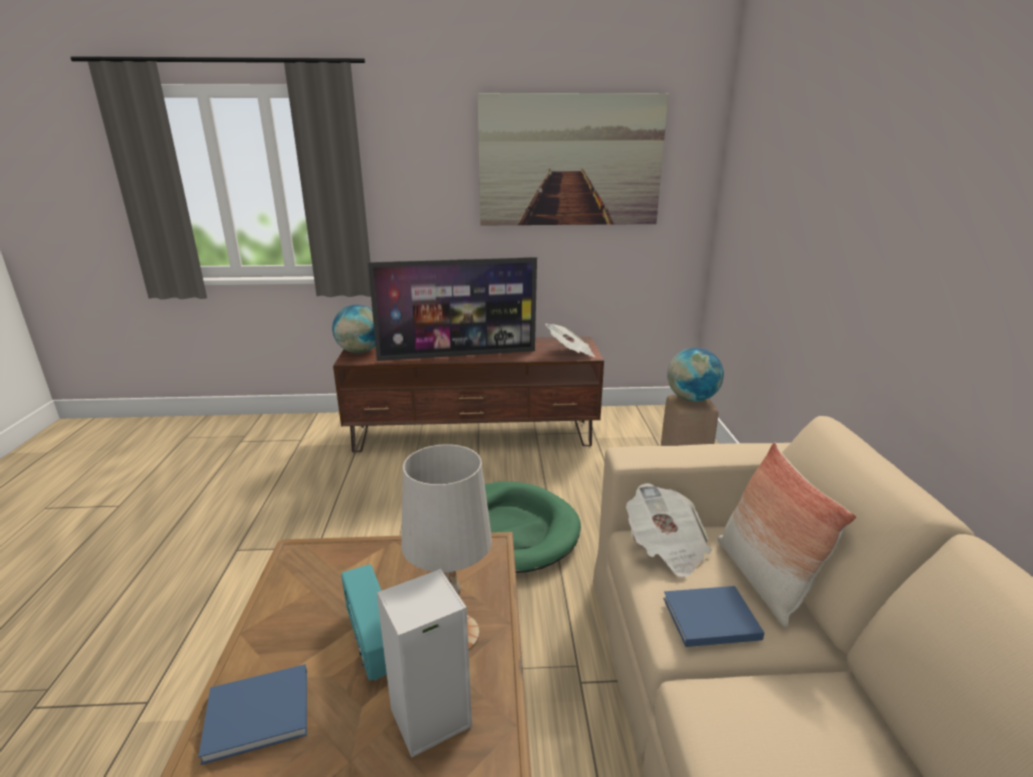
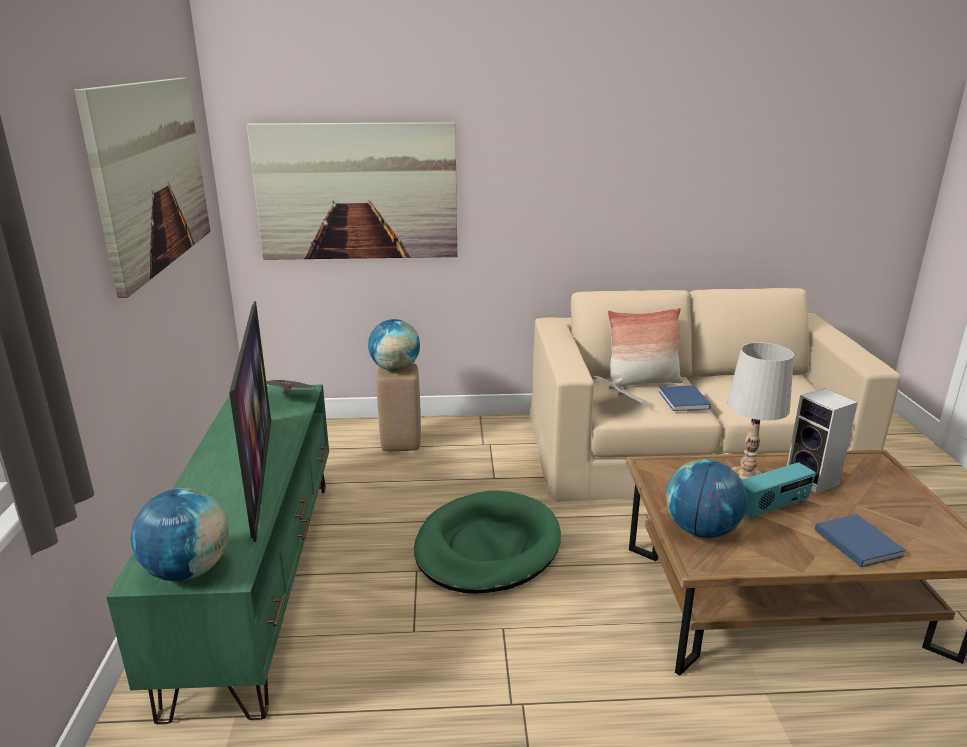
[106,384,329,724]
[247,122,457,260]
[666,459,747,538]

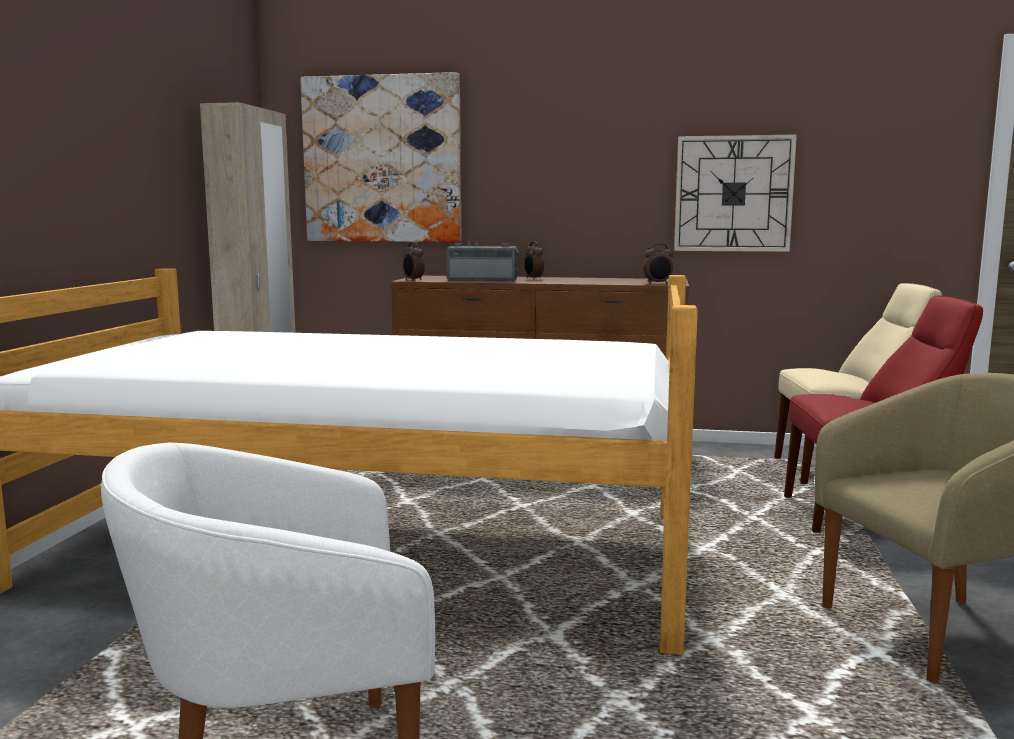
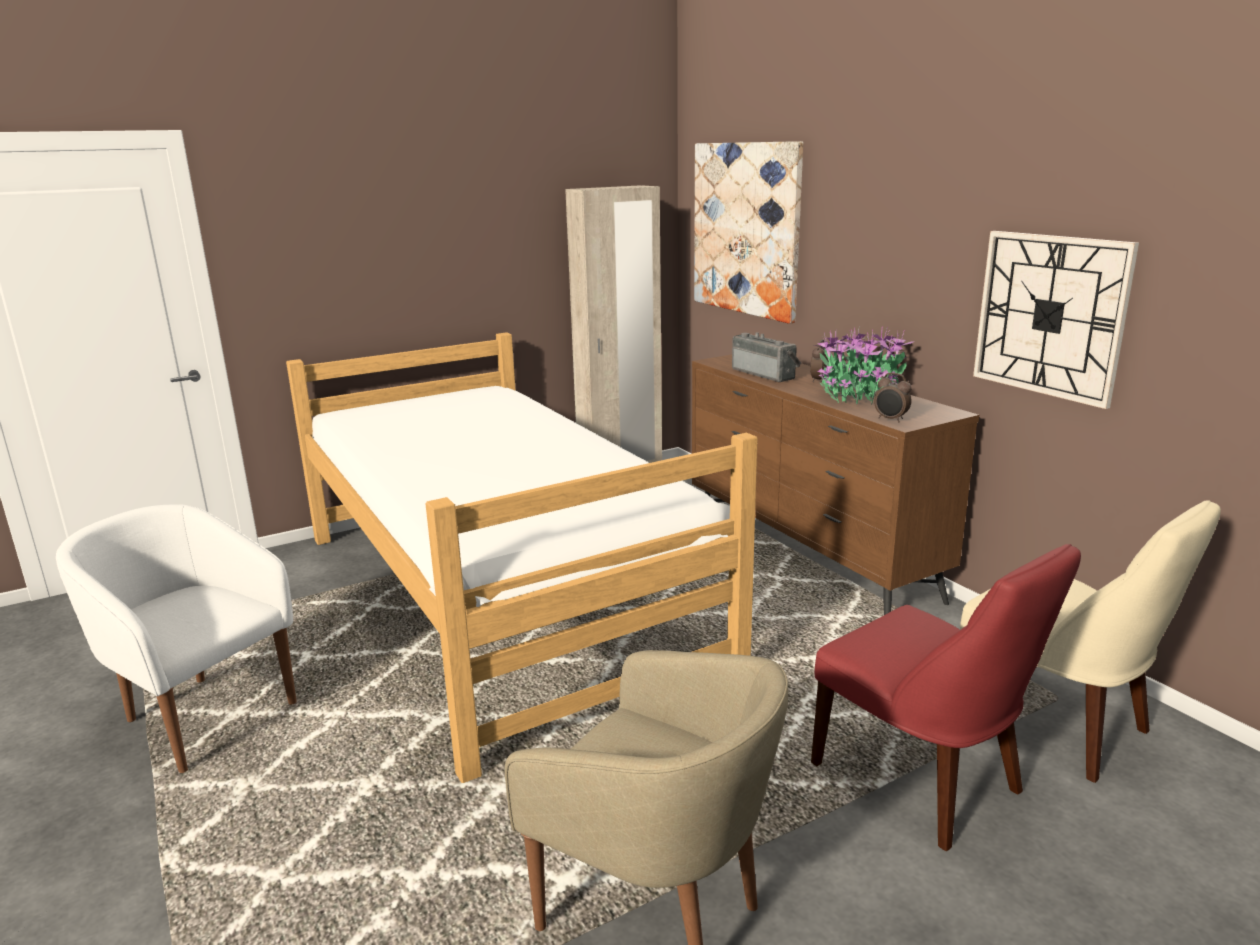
[402,242,425,281] (first image)
[814,326,915,405]

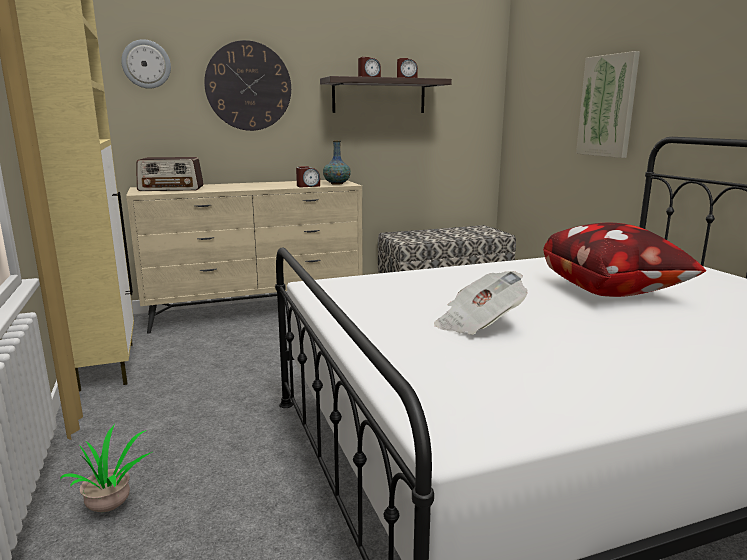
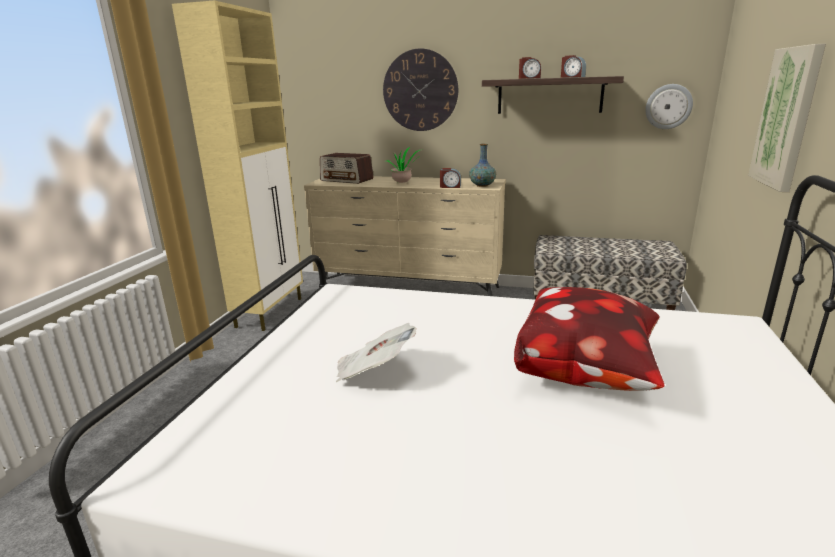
[384,146,420,183]
[645,84,693,129]

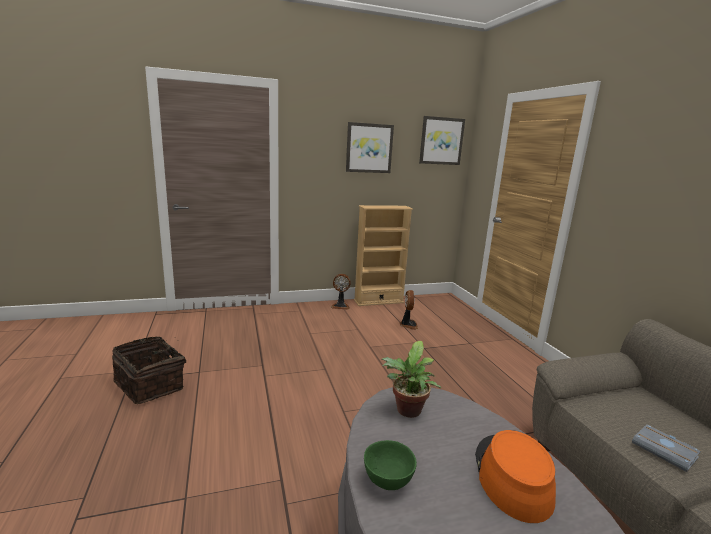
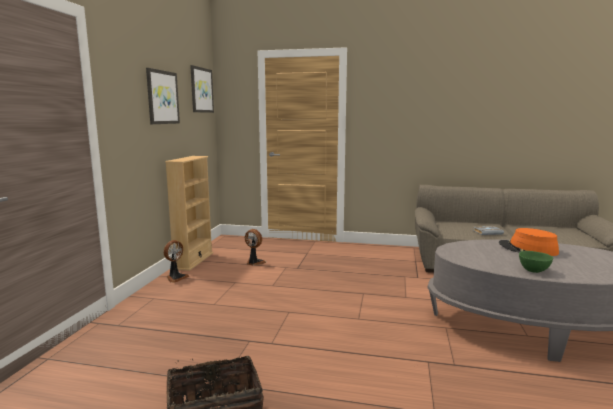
[381,341,441,418] (first image)

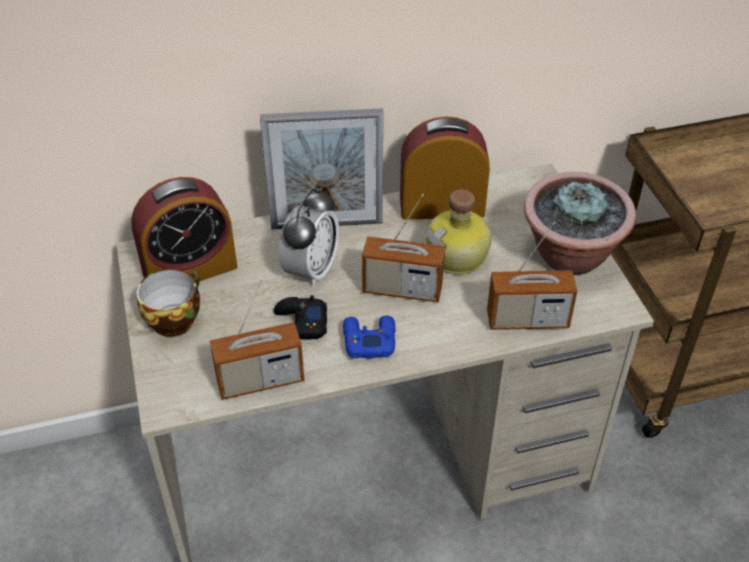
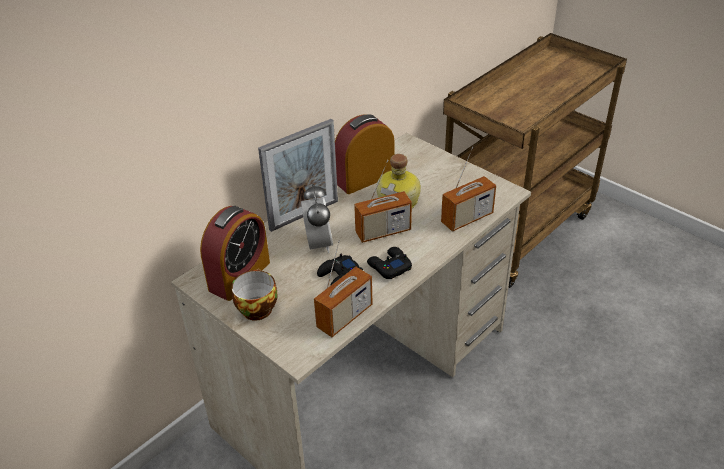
[367,247,412,279]
[524,172,636,275] (first image)

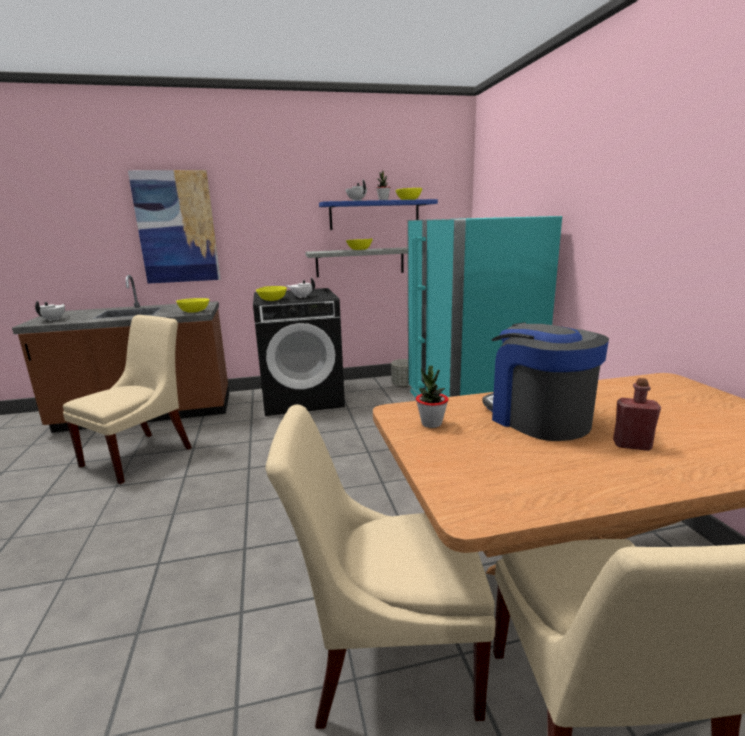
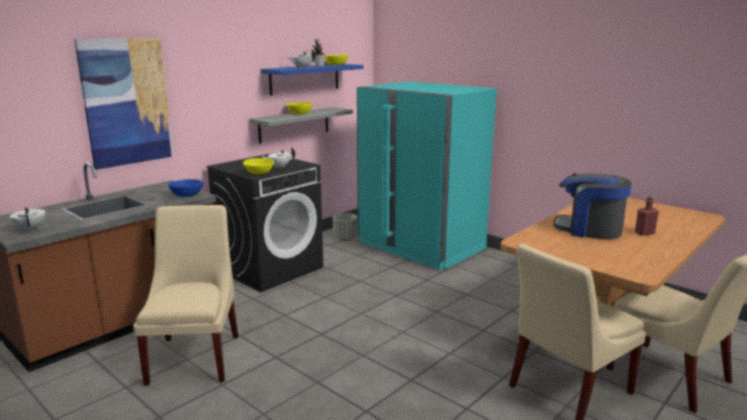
[168,179,204,197]
[416,366,448,428] (first image)

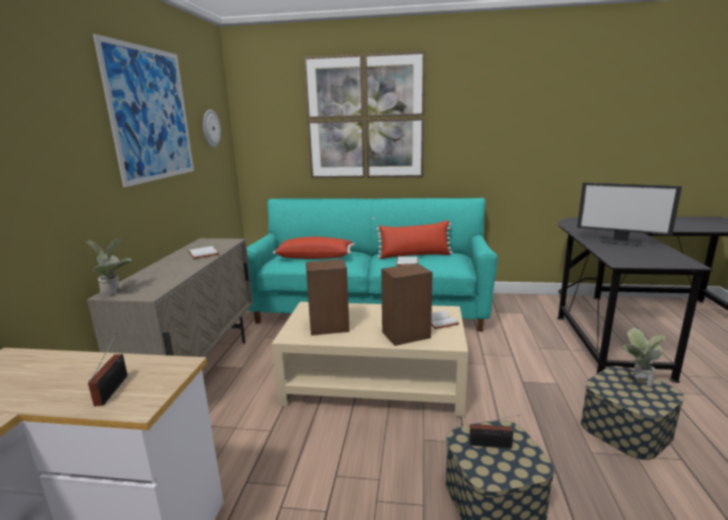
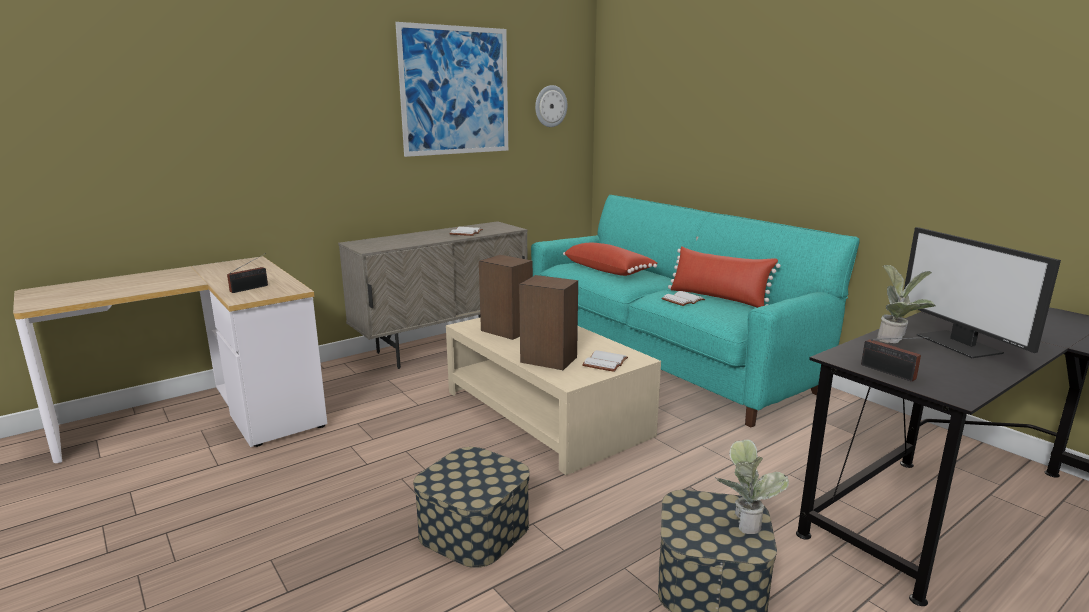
[877,265,936,343]
[303,51,425,178] (first image)
[861,337,931,382]

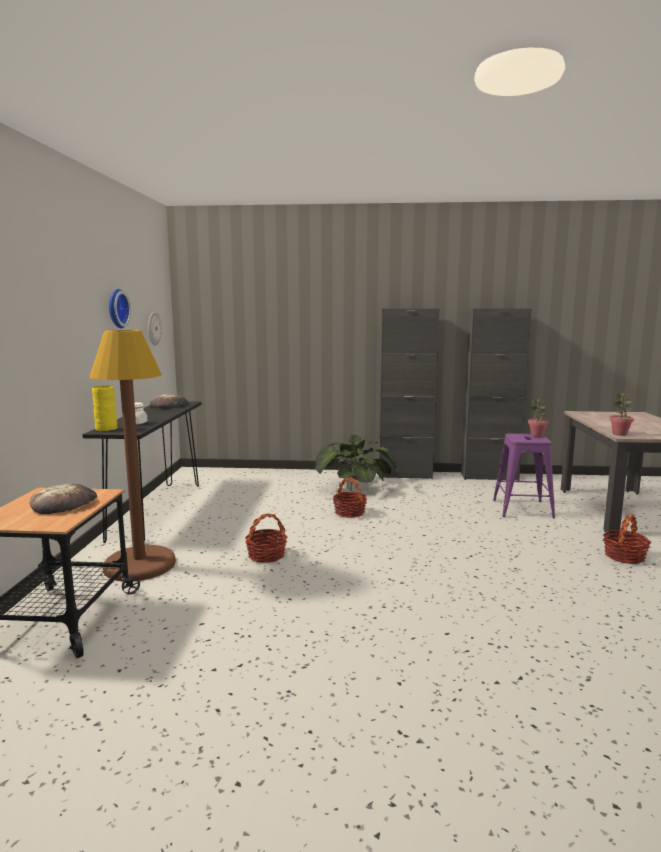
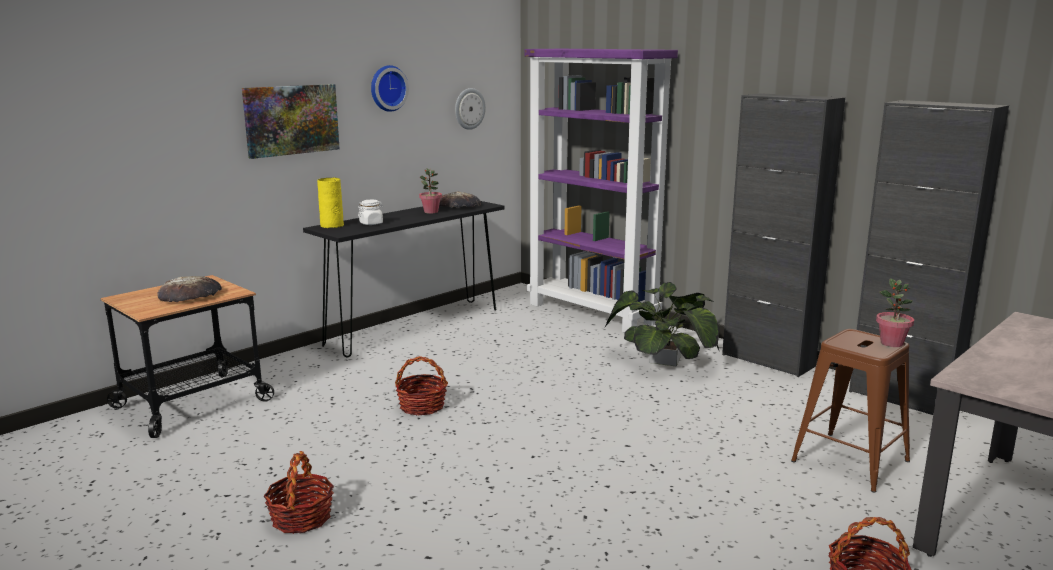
[89,330,176,581] (first image)
[263,451,334,534]
[791,329,910,493]
[419,168,442,213]
[242,84,340,159]
[524,49,678,333]

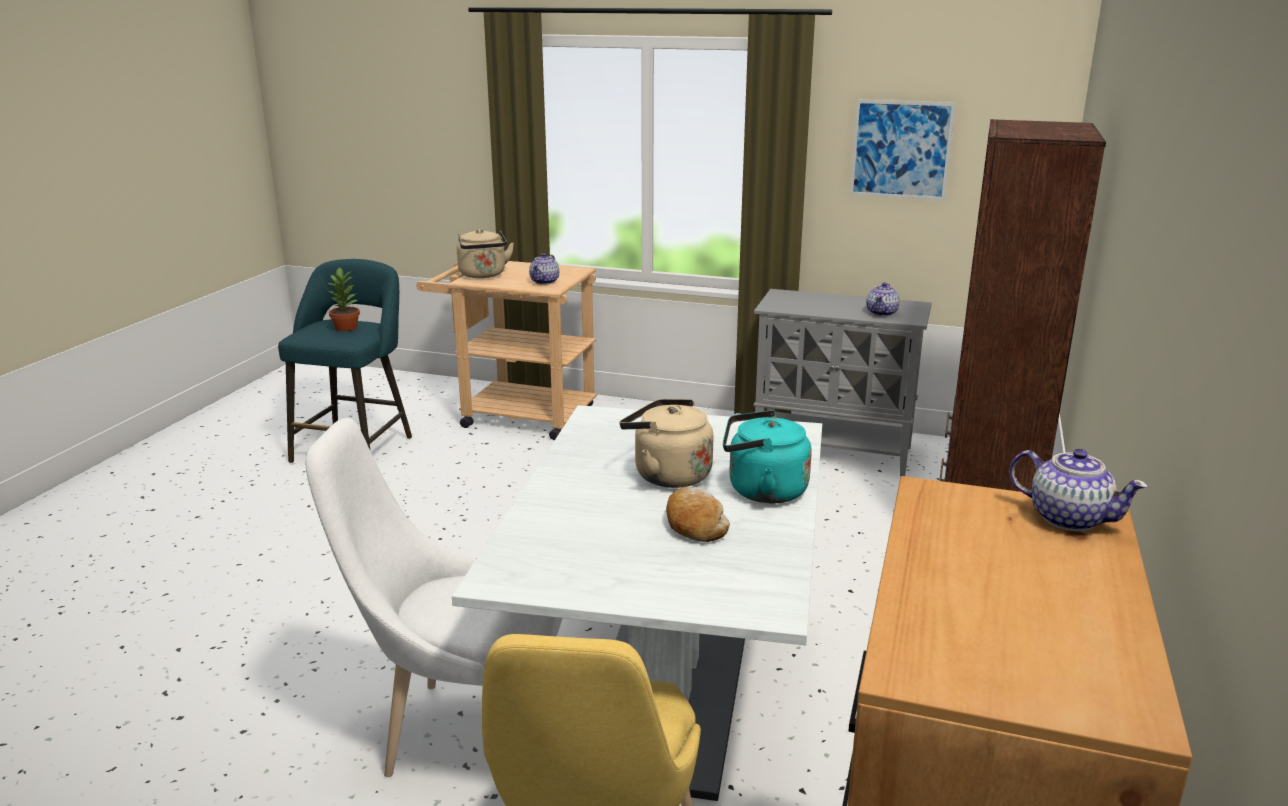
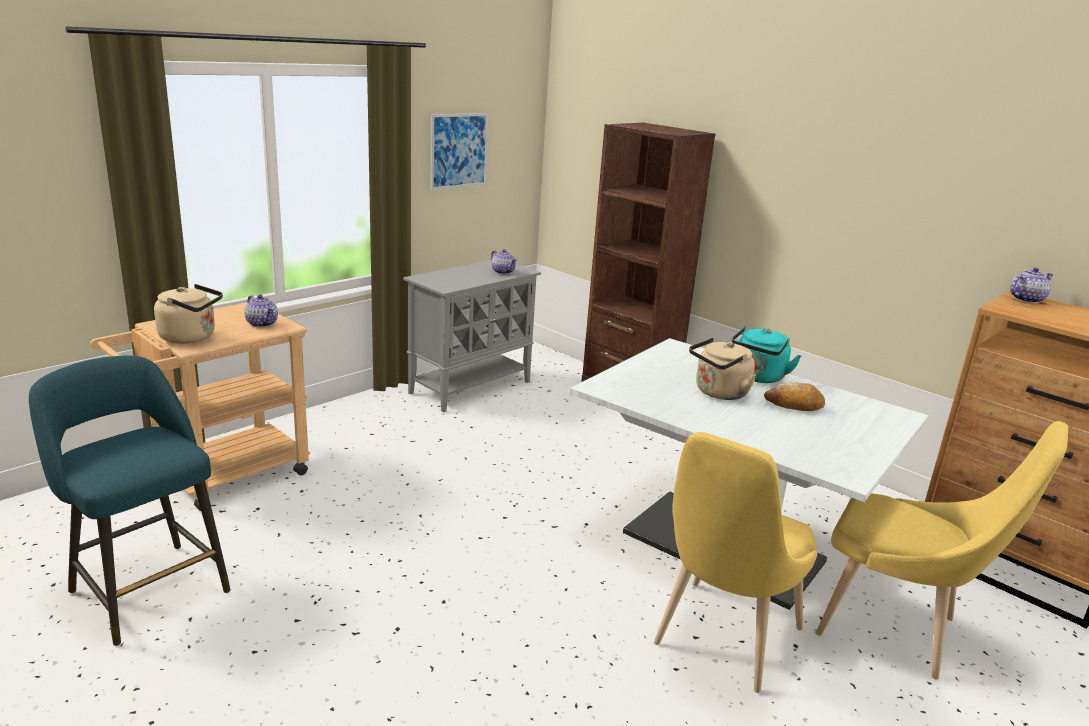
[654,432,817,693]
[327,266,360,331] (first image)

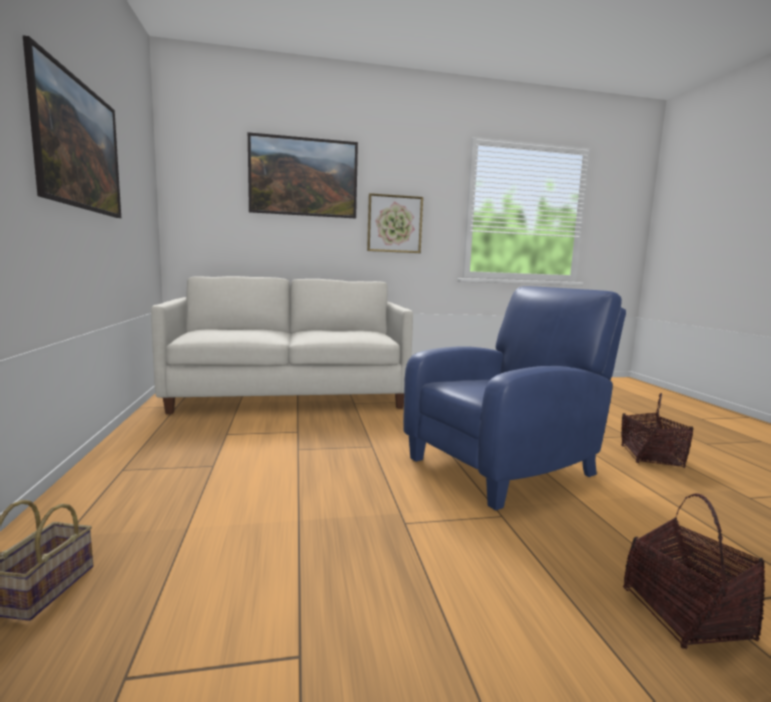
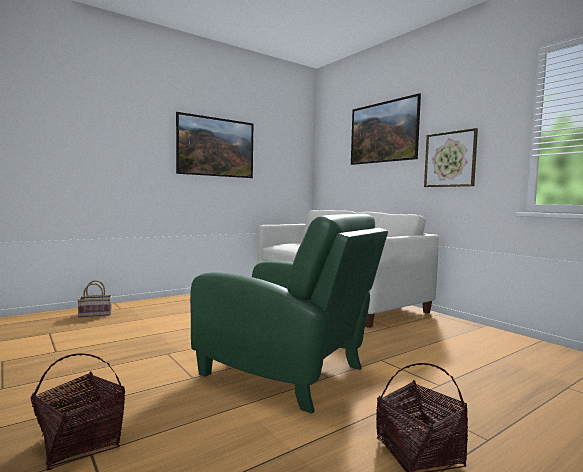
[190,214,388,414]

